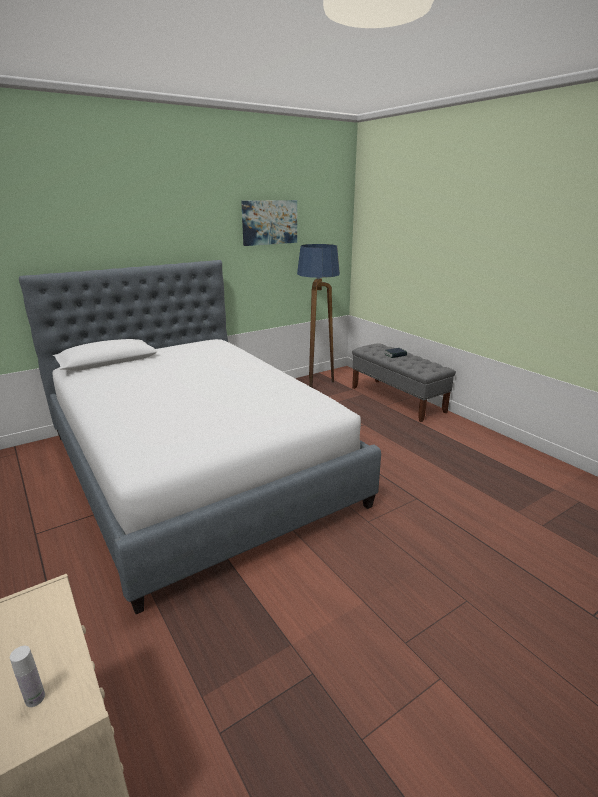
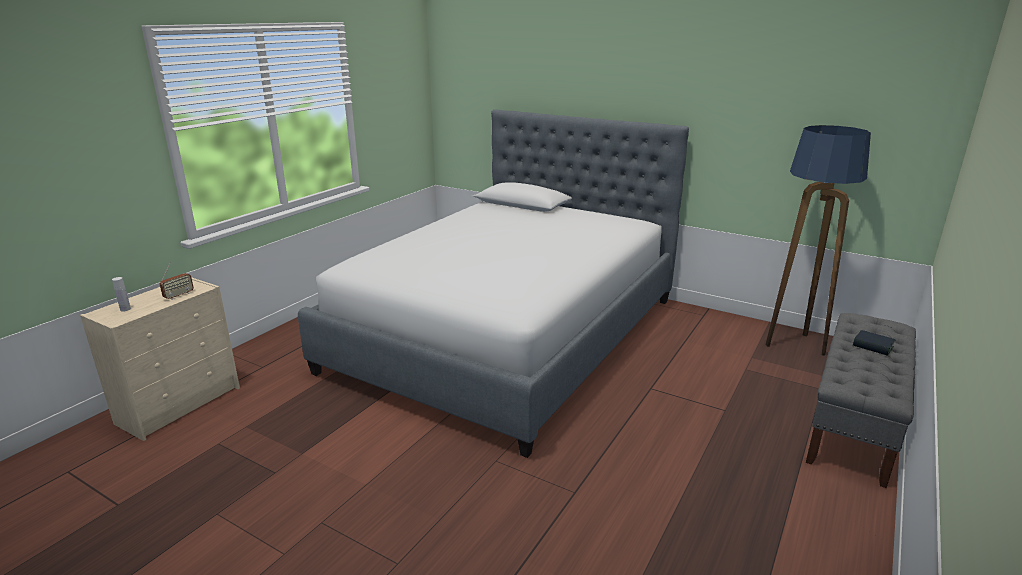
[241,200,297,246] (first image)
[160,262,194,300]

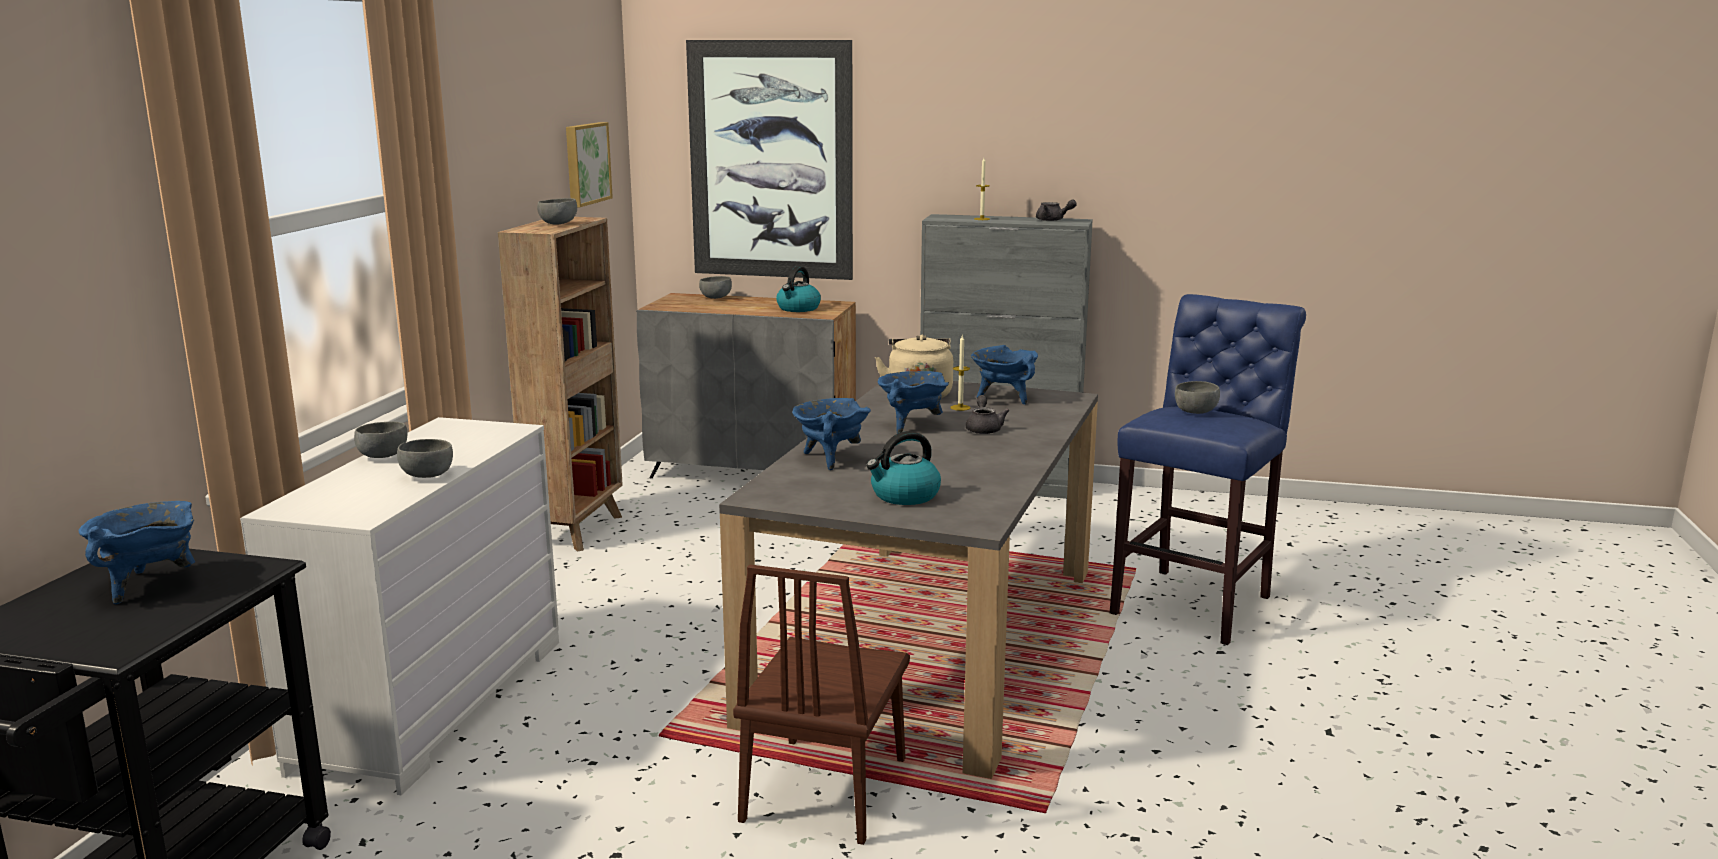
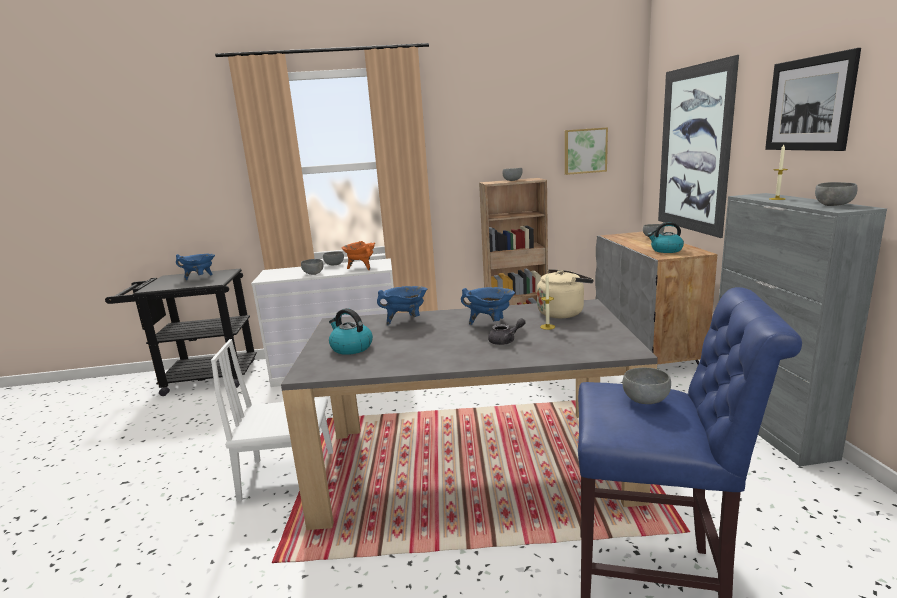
[211,339,333,502]
[971,345,1038,404] (first image)
[815,182,858,206]
[341,241,375,270]
[765,48,861,151]

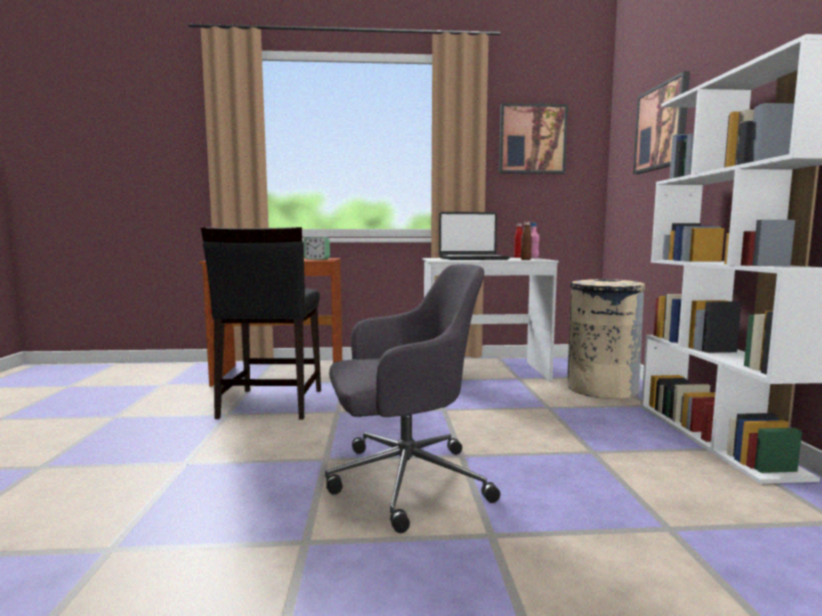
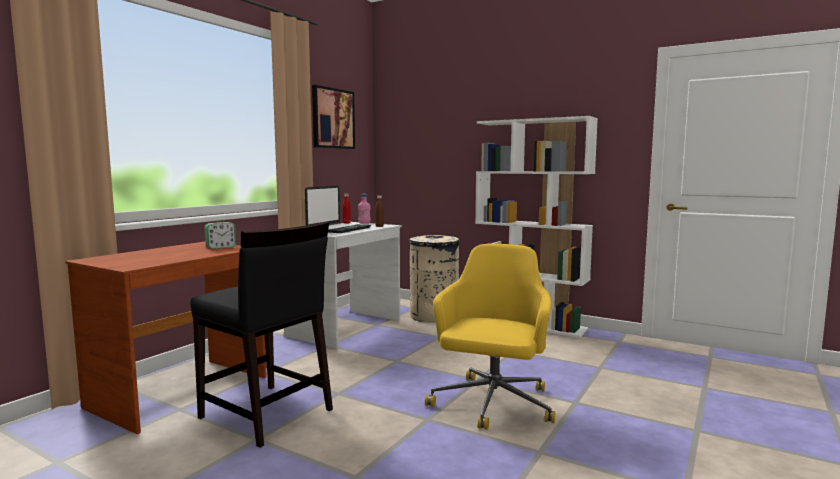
[425,244,555,430]
[633,71,690,174] (first image)

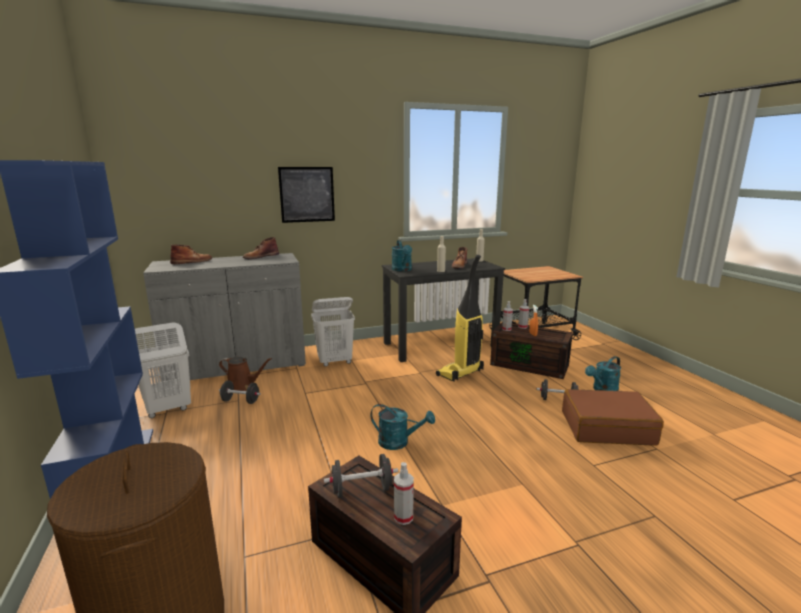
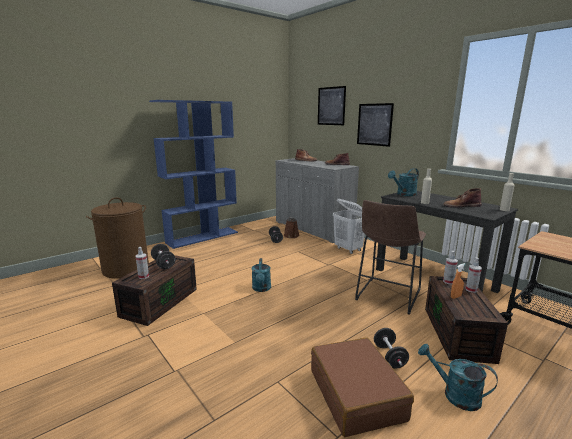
[135,322,191,418] (first image)
[355,200,426,315]
[318,86,346,125]

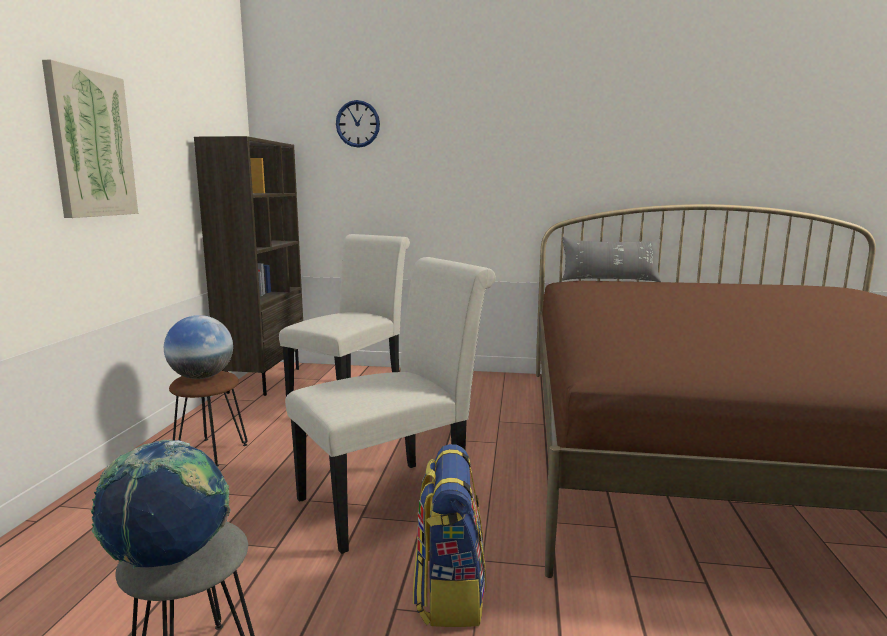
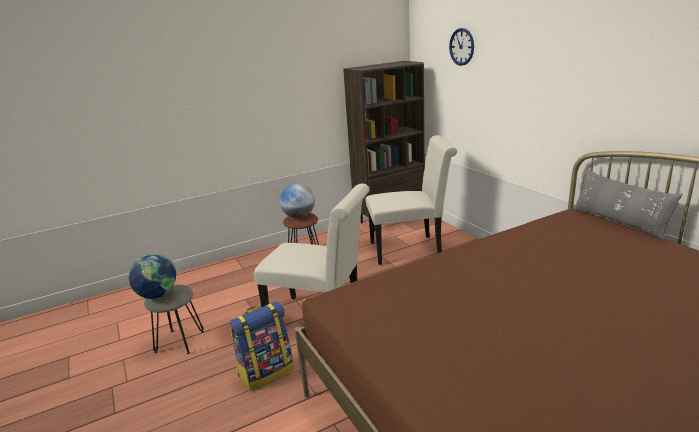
[42,59,138,218] (first image)

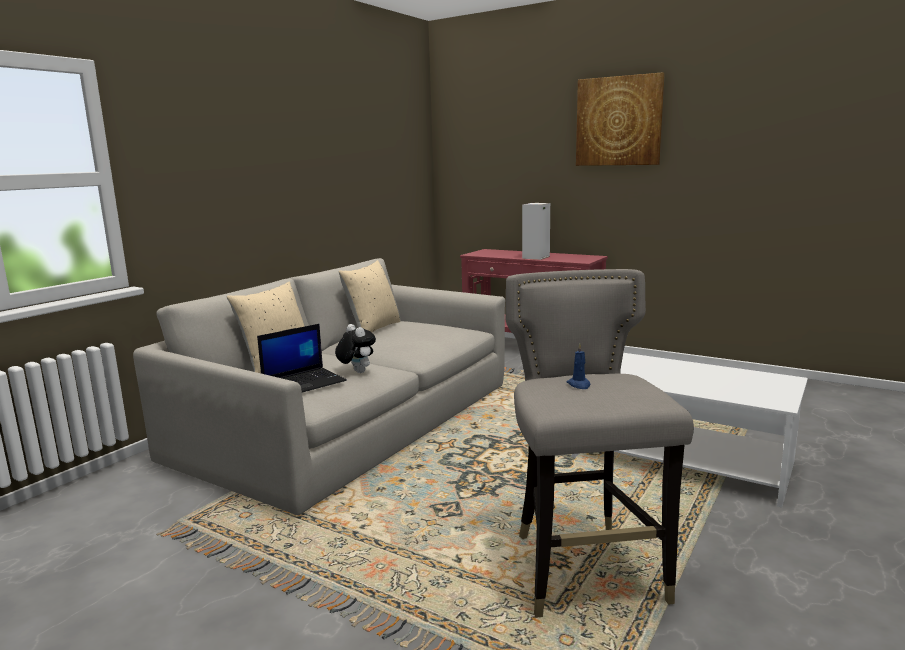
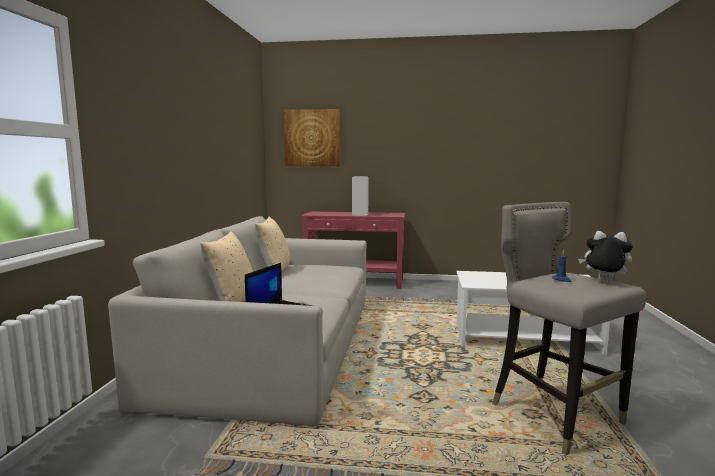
[578,231,633,282]
[284,109,339,166]

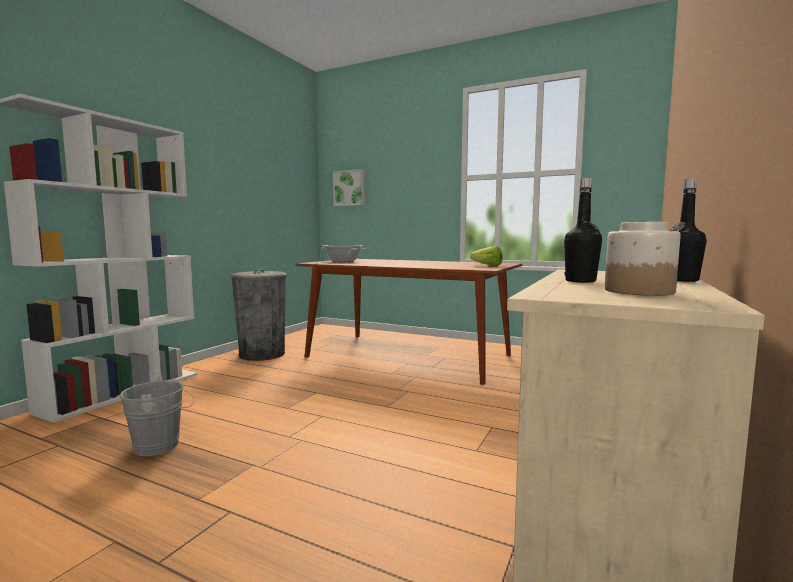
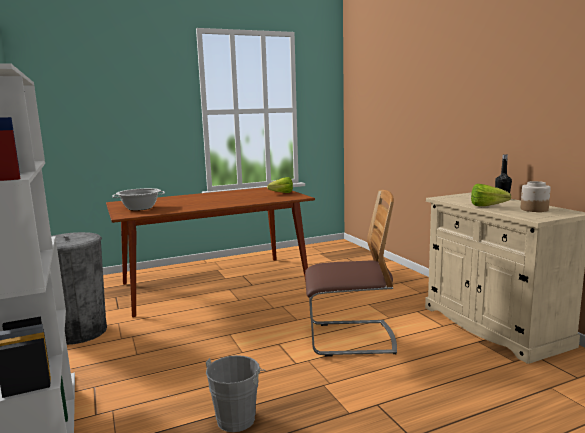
[333,169,365,206] (first image)
[471,184,511,206]
[305,190,397,357]

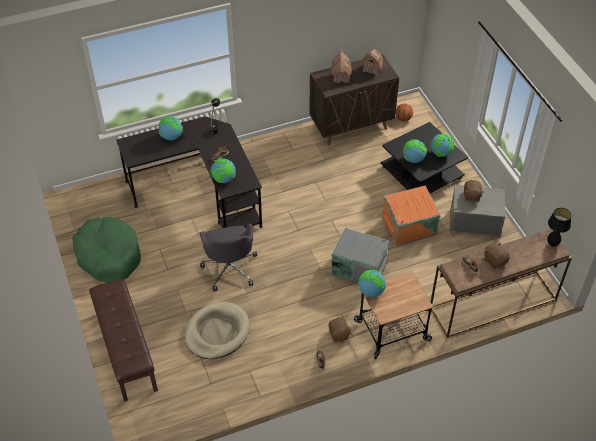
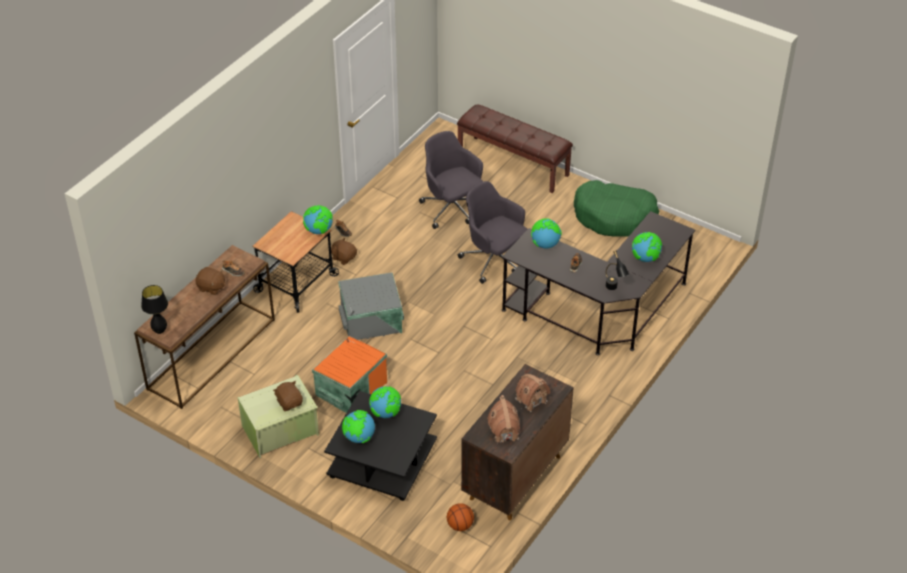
[419,131,483,229]
[238,375,319,458]

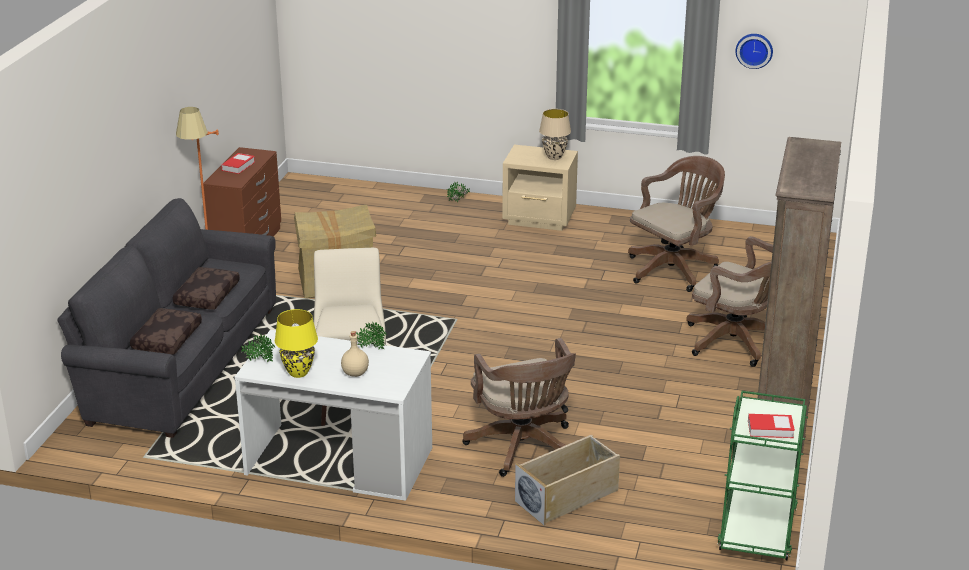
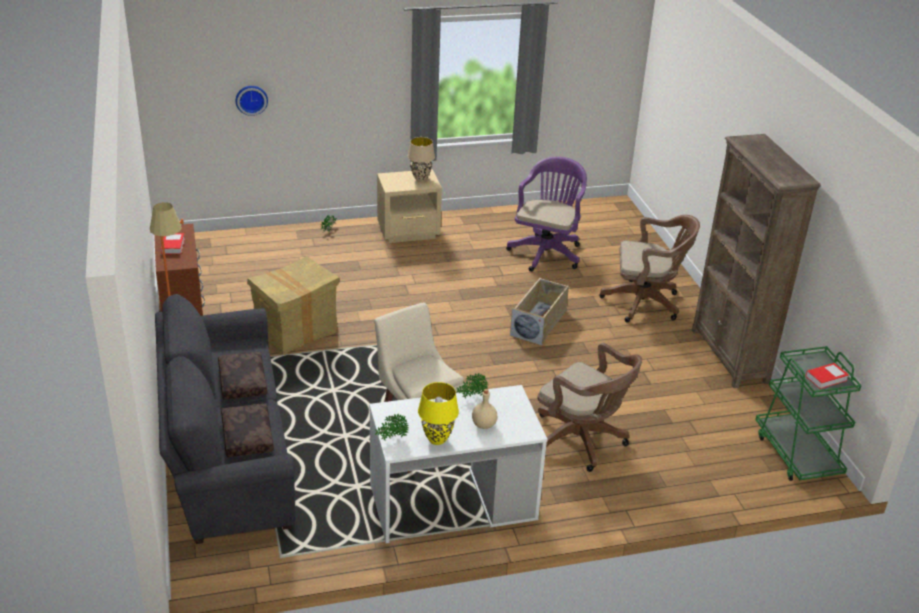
[510,278,569,346]
[506,157,587,272]
[236,86,268,116]

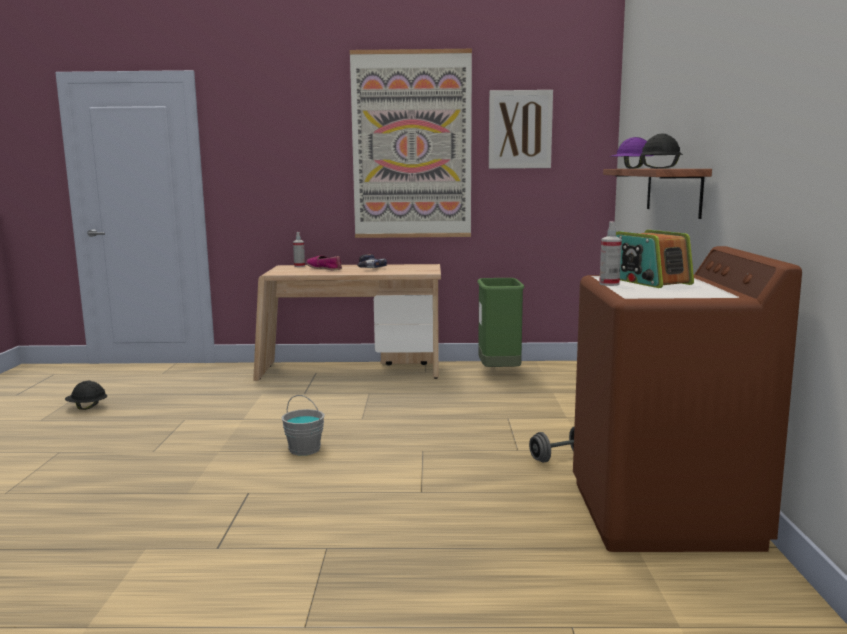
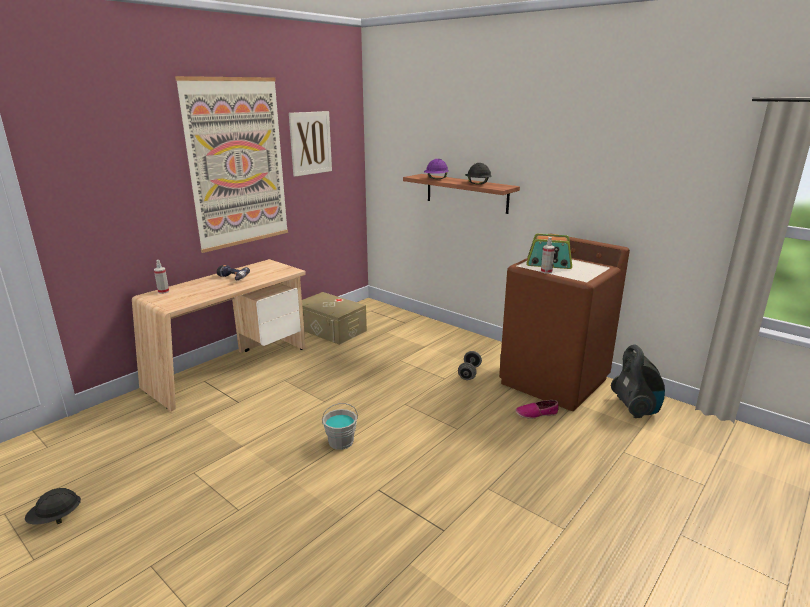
[515,400,559,419]
[302,292,367,345]
[611,344,665,418]

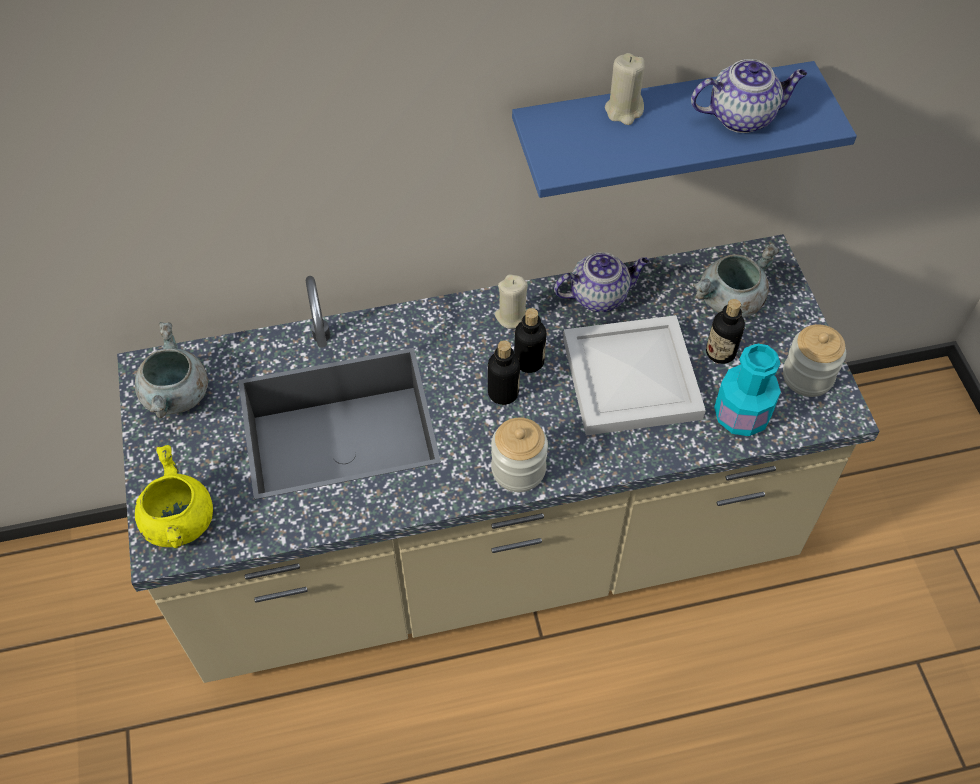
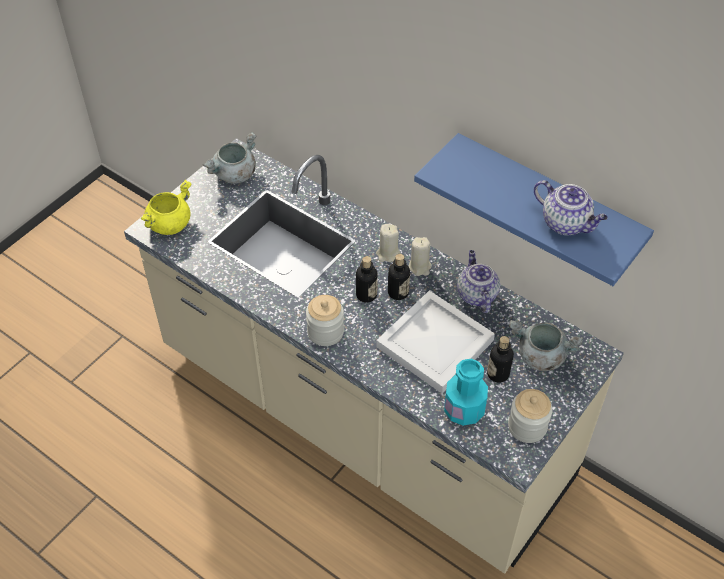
[457,250,500,313]
[376,224,401,262]

